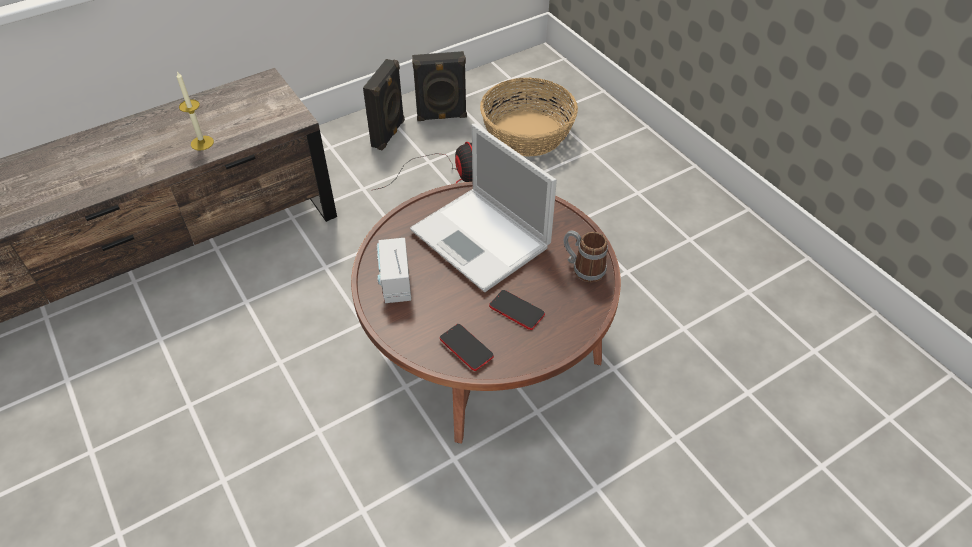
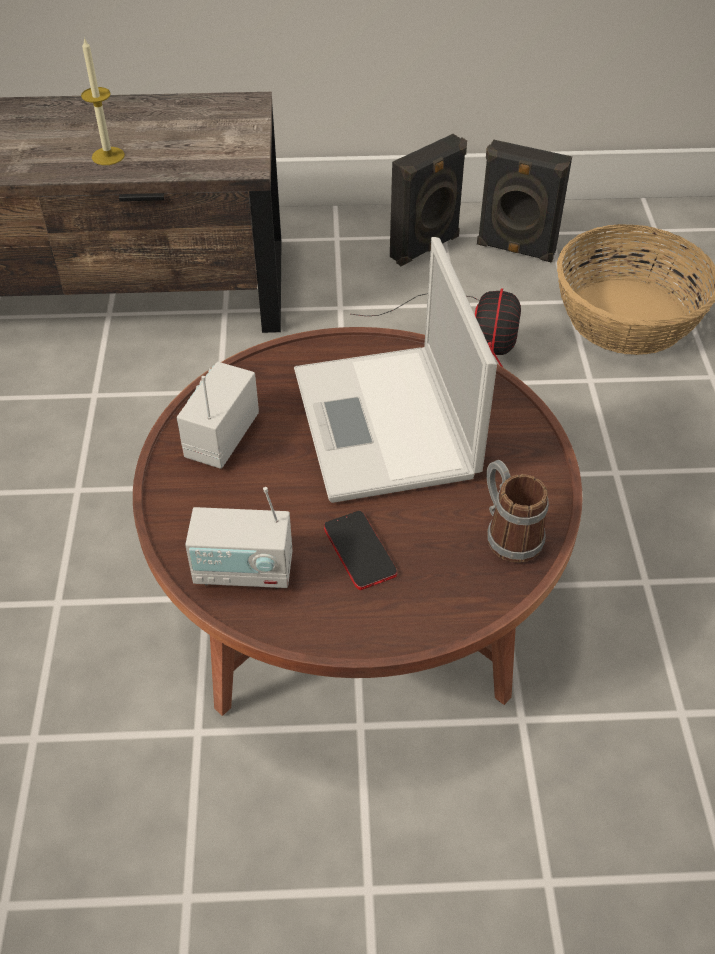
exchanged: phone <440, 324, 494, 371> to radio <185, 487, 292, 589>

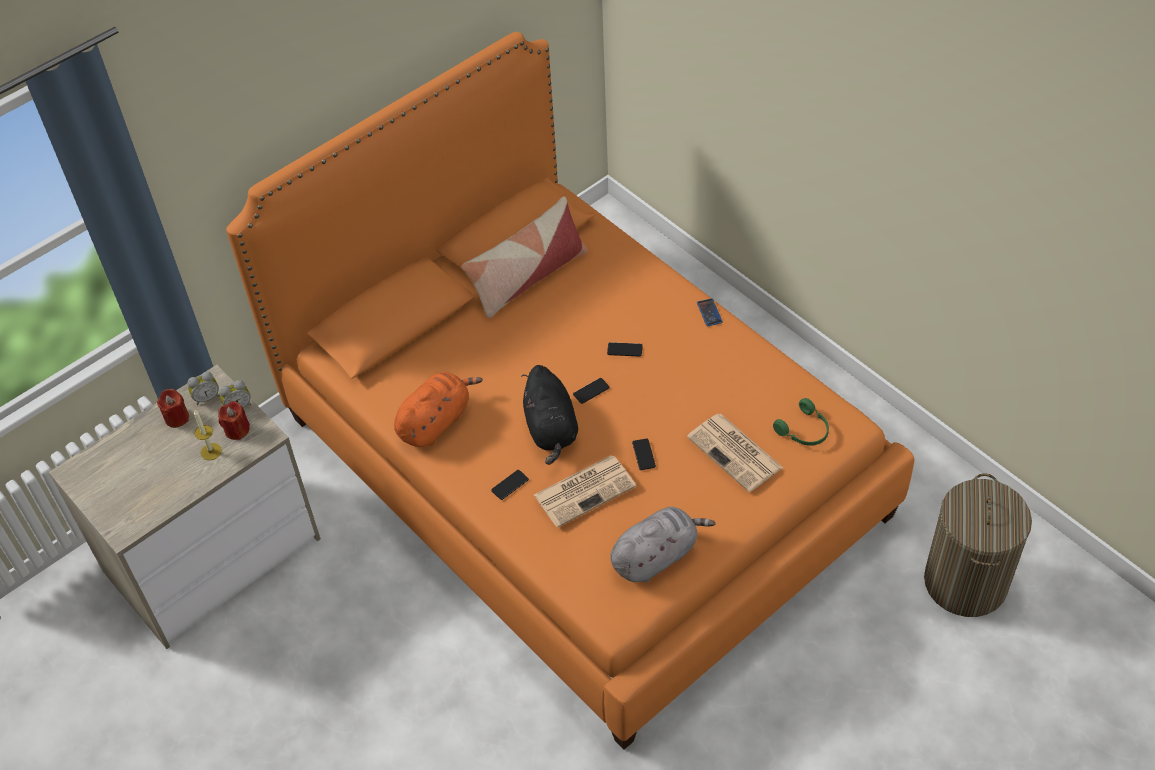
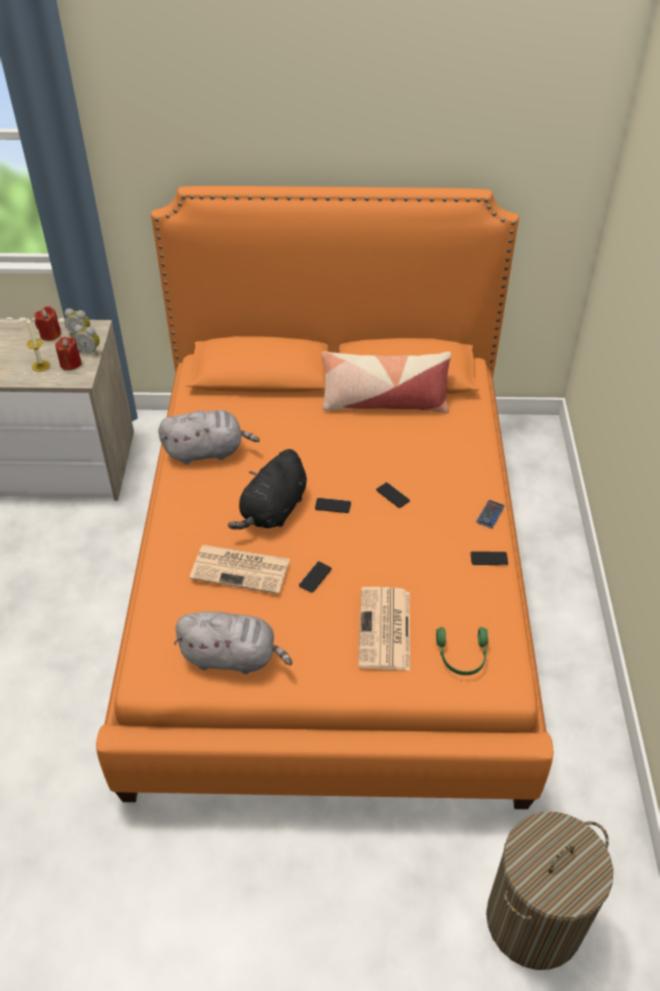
relocated: phone <491, 470, 529, 500> to <471, 551, 508, 565>
colour: orange_plush_toy <394, 372, 483, 447> to grey_plush_toy <158, 410, 260, 465>

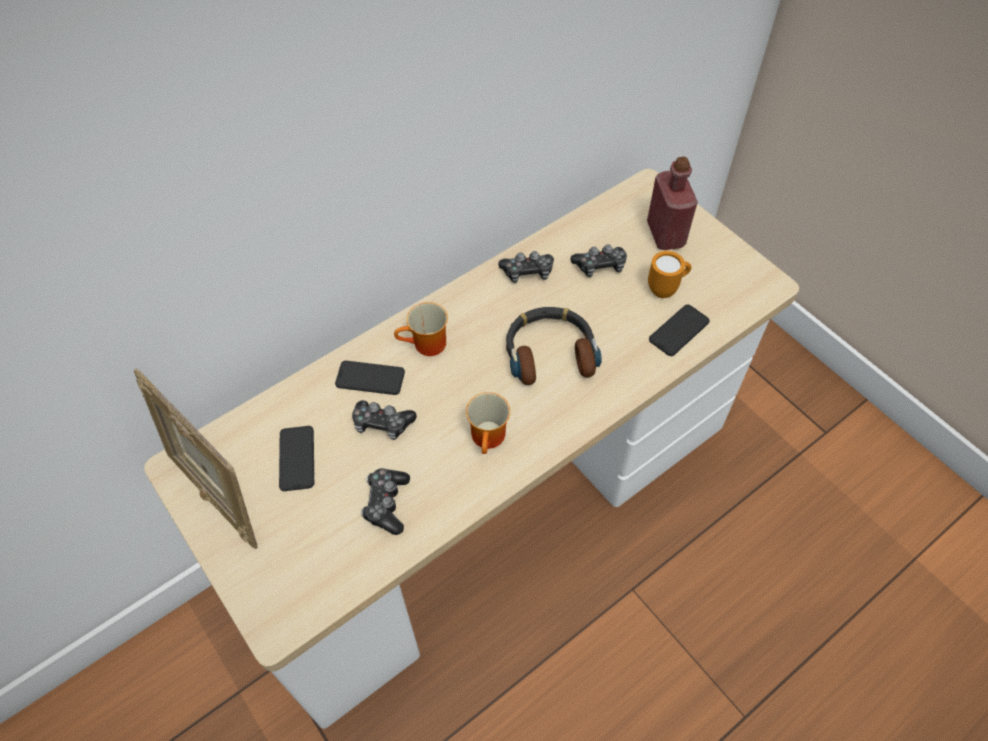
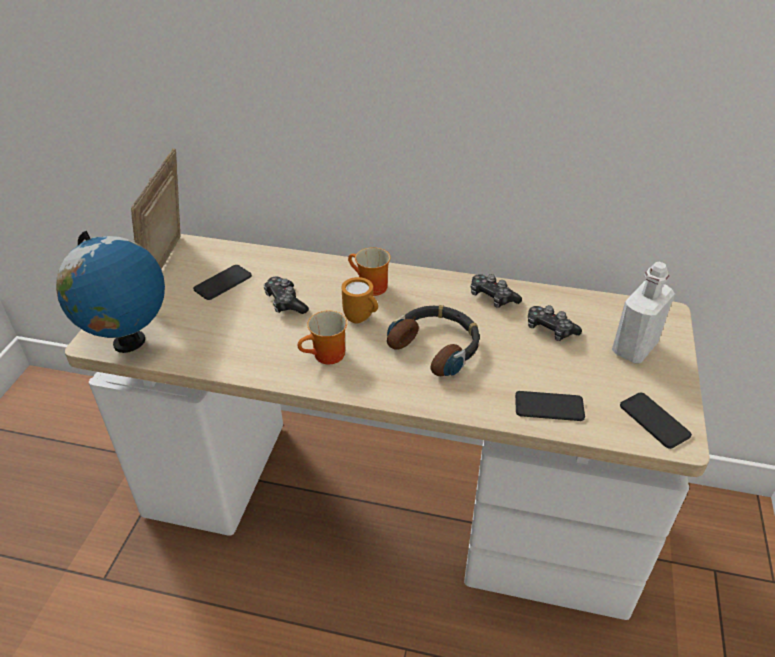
missing: game_controller <361, 468, 410, 535>
appeared: globe <56, 231, 165, 353>
relocated: orange_mug <648, 251, 692, 298> to <342, 277, 378, 324>; phone <335, 361, 405, 395> to <620, 392, 692, 449>
colour: red_bottle <647, 156, 698, 250> to white_bottle <612, 262, 675, 363>

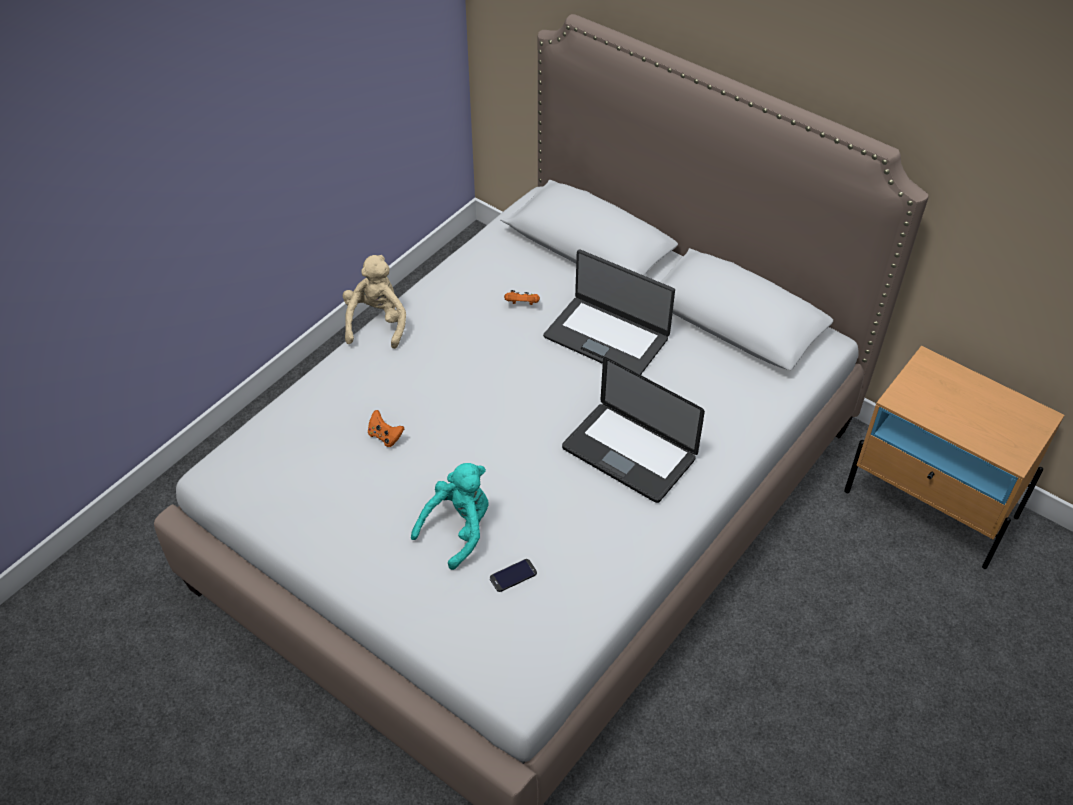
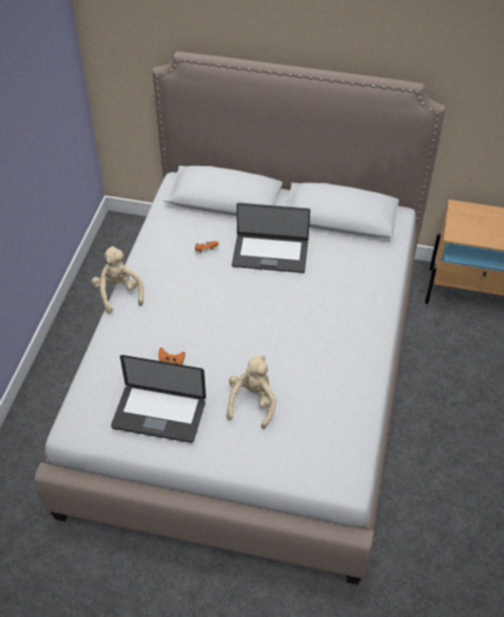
missing: phone <490, 559, 537, 592>
relocated: laptop <562, 357, 705, 503> to <111, 355, 206, 443>
colour: turquoise_plush_toy <411, 463, 489, 570> to beige_plush_toy <226, 355, 276, 429>

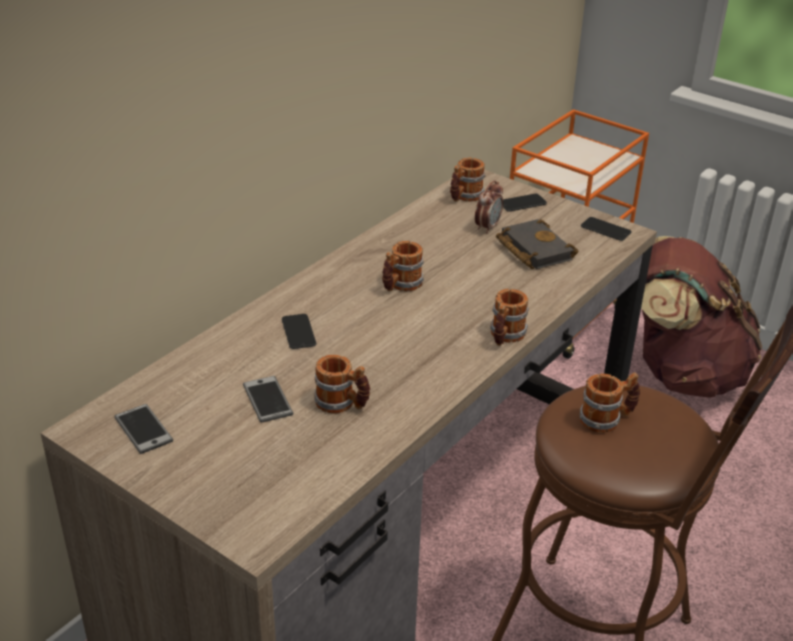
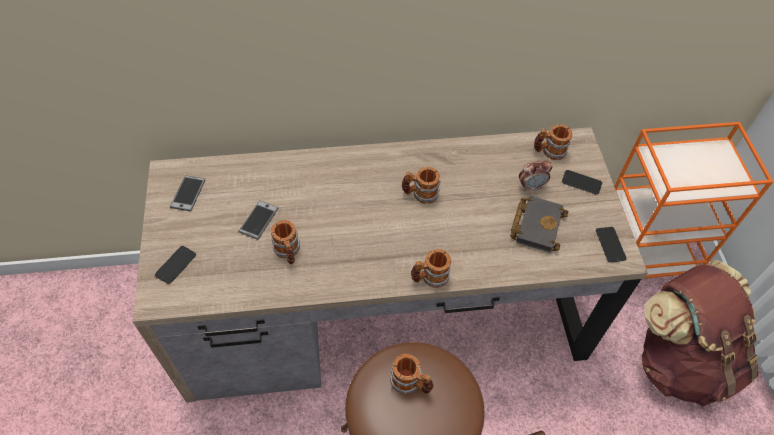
relocated: phone <282, 314, 316, 349> to <155, 246, 196, 284>

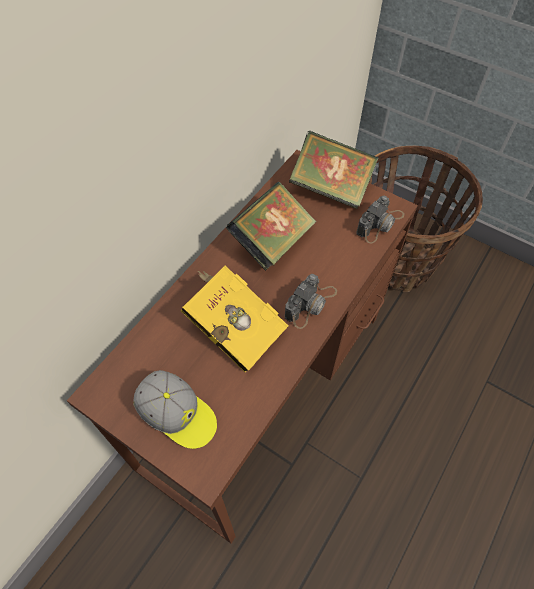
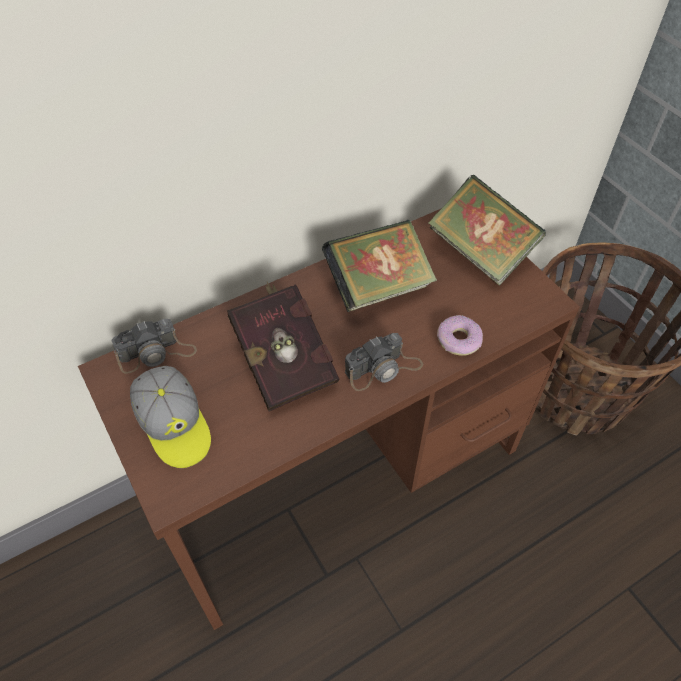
appeared: donut <437, 315, 483, 356>
relocated: photo_camera <357, 196, 404, 244> to <112, 319, 197, 374>
colour: yellow_book <181, 265, 288, 372> to red_book <227, 282, 340, 411>

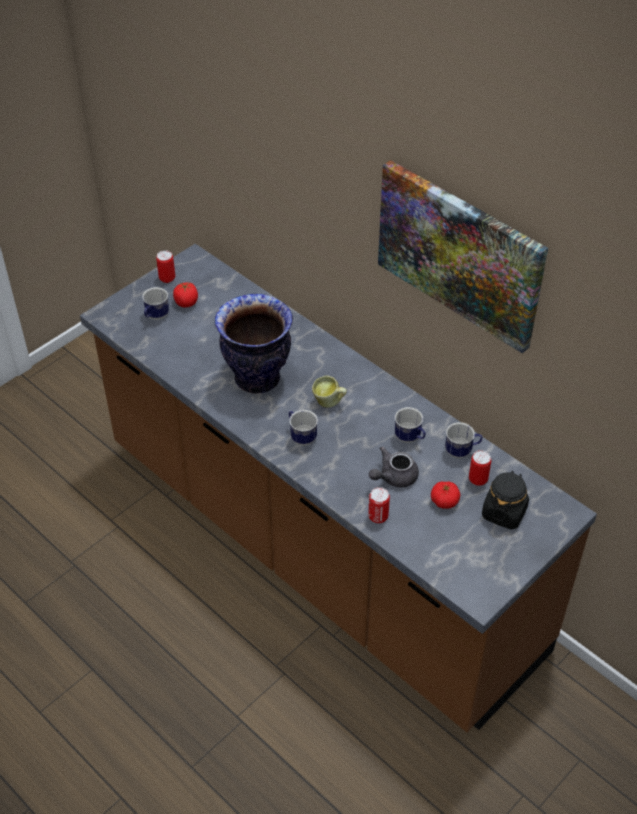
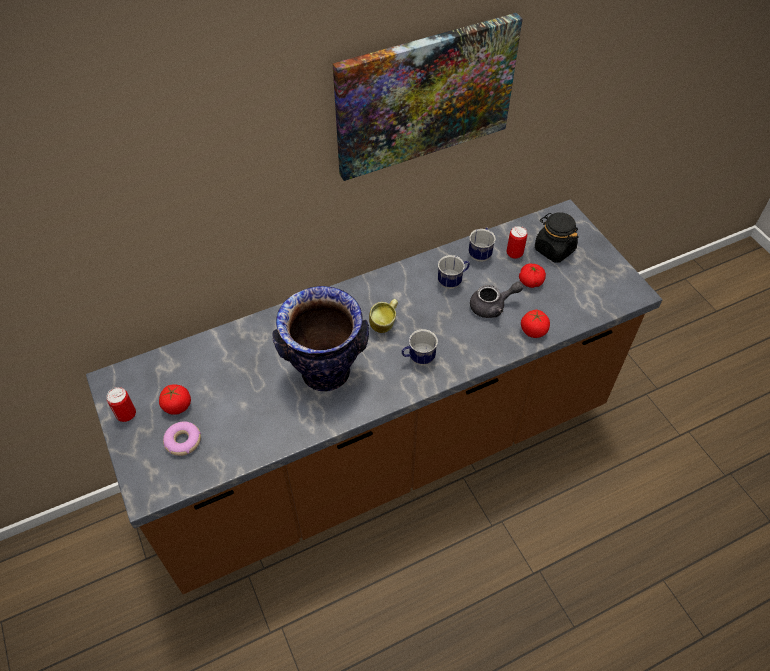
exchanged: mug <142, 287, 169, 320> to donut <163, 421, 201, 456>; can <368, 487, 390, 523> to tomato <521, 310, 550, 338>
spun: grey_teapot <369, 447, 419, 487> = <470, 281, 524, 318> 90 degrees counterclockwise

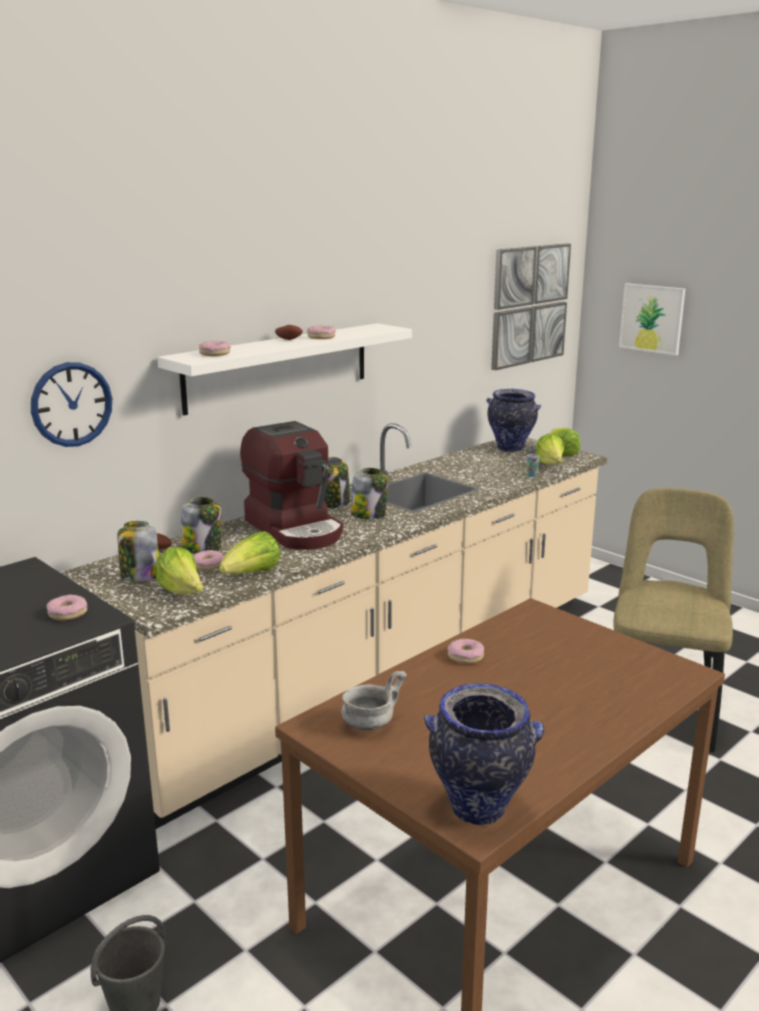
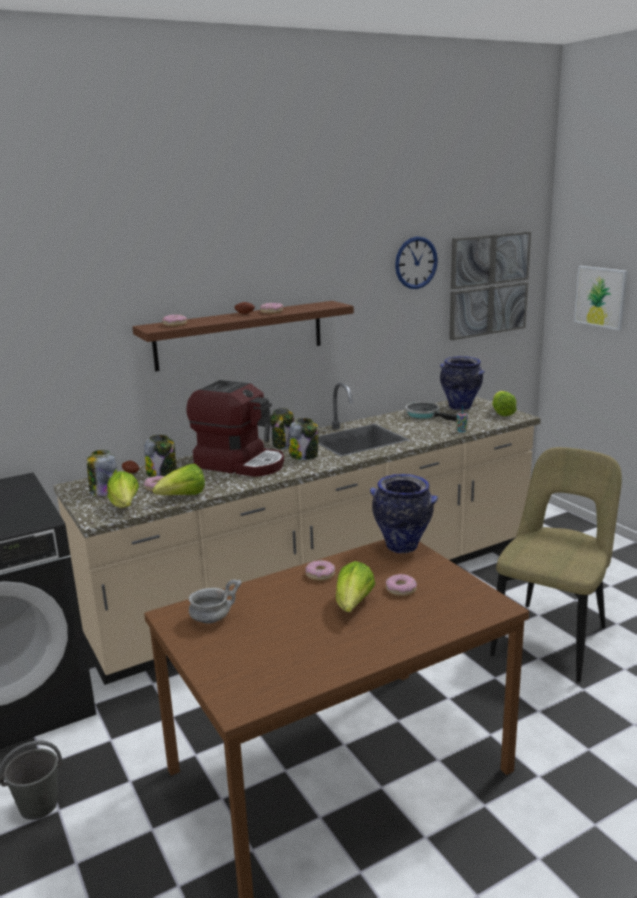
appeared: frying_pan <405, 402, 457, 422>
relocated: lettuce <535, 433, 564, 465> to <336, 561, 375, 612>; vase <424, 683, 544, 825> to <370, 474, 438, 553>; donut <47, 594, 87, 621> to <385, 574, 417, 596>; wall_clock <31, 362, 112, 447> to <395, 236, 438, 289>
colour: white_shelf <157, 323, 412, 415> to brown_shelf <132, 301, 354, 371>
spun: coffee_machine <240, 421, 343, 550> = <186, 380, 284, 477> 45 degrees counterclockwise

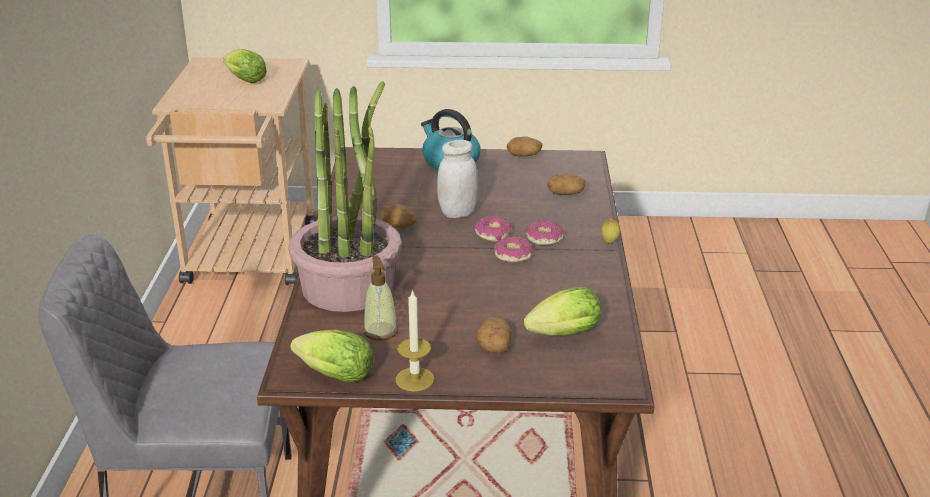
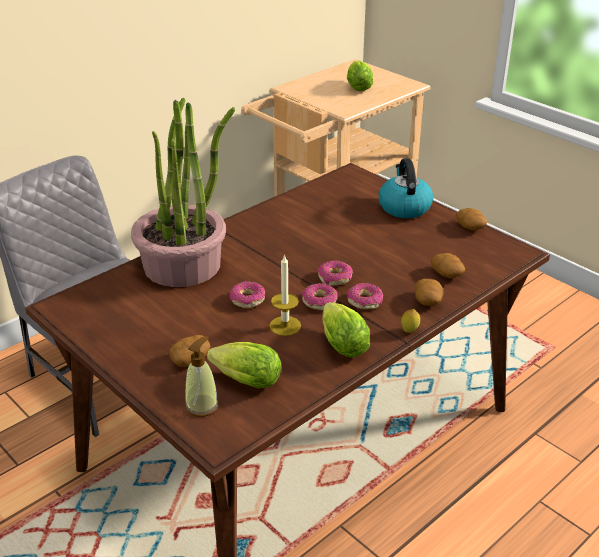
missing: white_jar <437, 140, 478, 218>
appeared: donut <230, 281, 265, 308>
relocated: soap_dispenser <363, 256, 398, 341> to <185, 336, 219, 417>; candle <395, 289, 435, 392> to <269, 254, 301, 336>; lettuce <291, 330, 374, 383> to <322, 302, 370, 358>; potato <380, 204, 417, 229> to <415, 279, 443, 306>

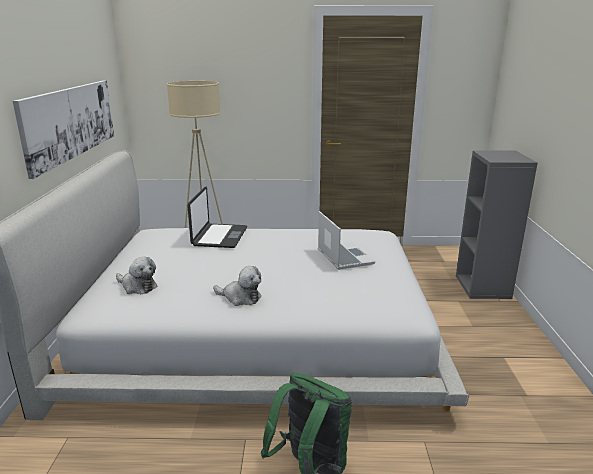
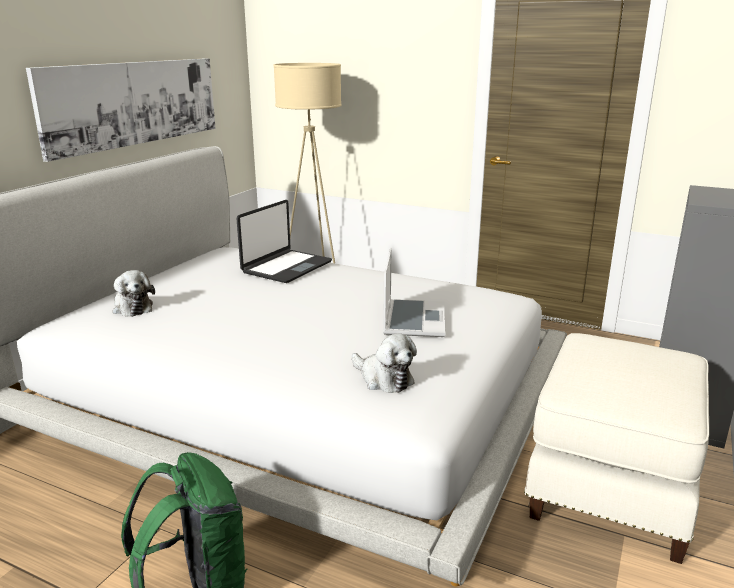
appeared: white_ottoman <524, 333, 709, 564>
relocated: plush_toy <213, 266, 261, 306> to <352, 333, 417, 393>

